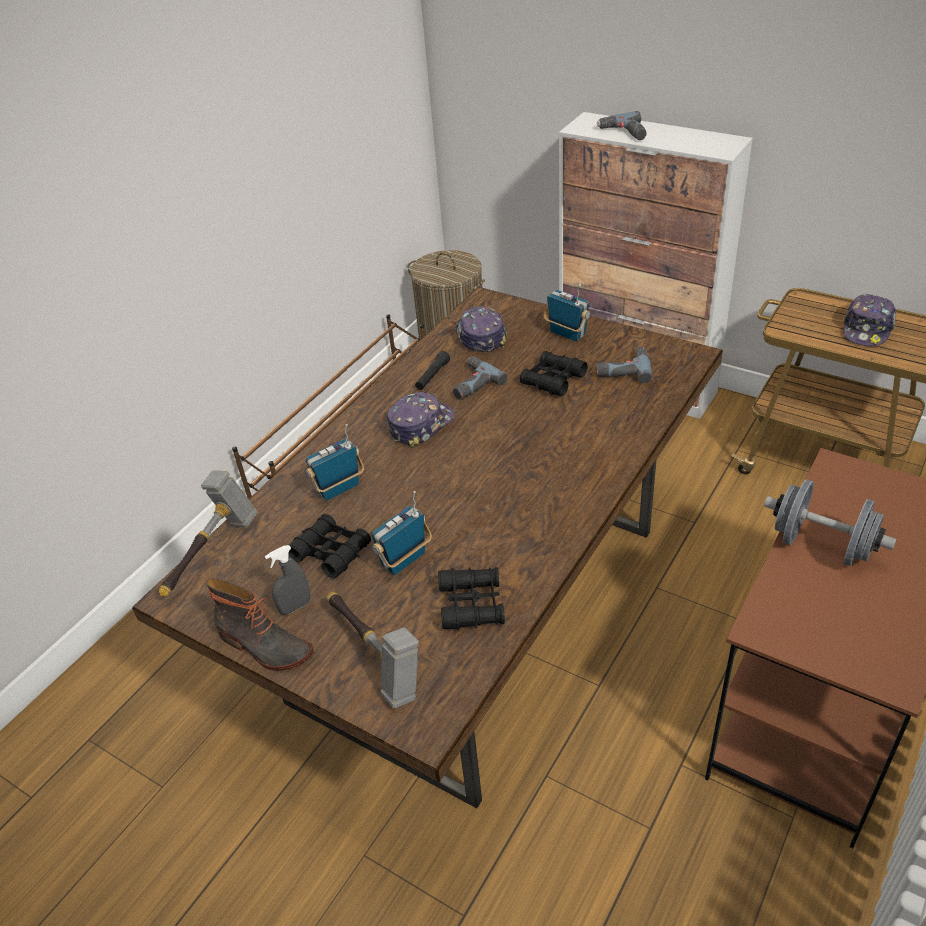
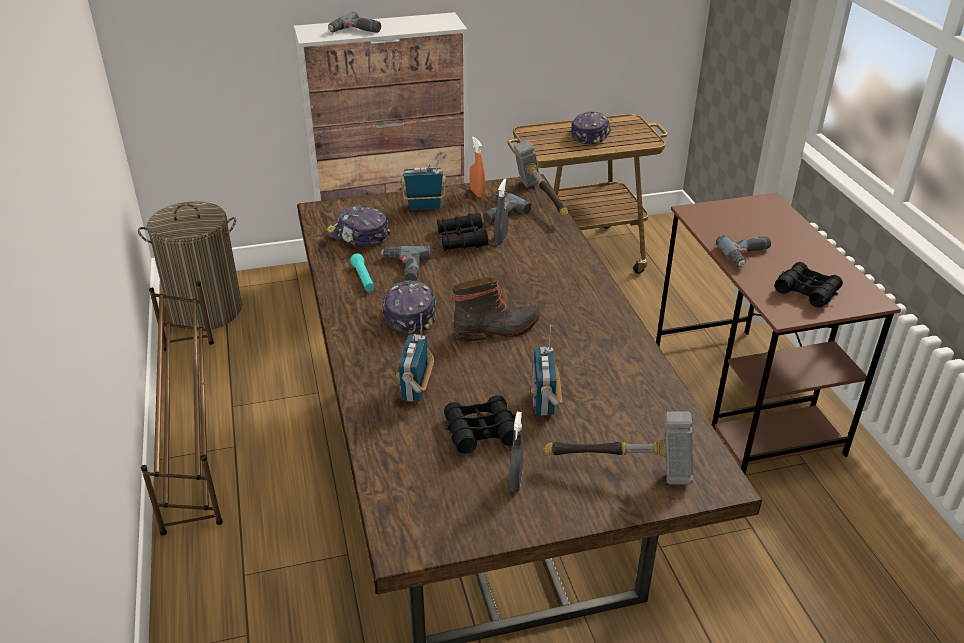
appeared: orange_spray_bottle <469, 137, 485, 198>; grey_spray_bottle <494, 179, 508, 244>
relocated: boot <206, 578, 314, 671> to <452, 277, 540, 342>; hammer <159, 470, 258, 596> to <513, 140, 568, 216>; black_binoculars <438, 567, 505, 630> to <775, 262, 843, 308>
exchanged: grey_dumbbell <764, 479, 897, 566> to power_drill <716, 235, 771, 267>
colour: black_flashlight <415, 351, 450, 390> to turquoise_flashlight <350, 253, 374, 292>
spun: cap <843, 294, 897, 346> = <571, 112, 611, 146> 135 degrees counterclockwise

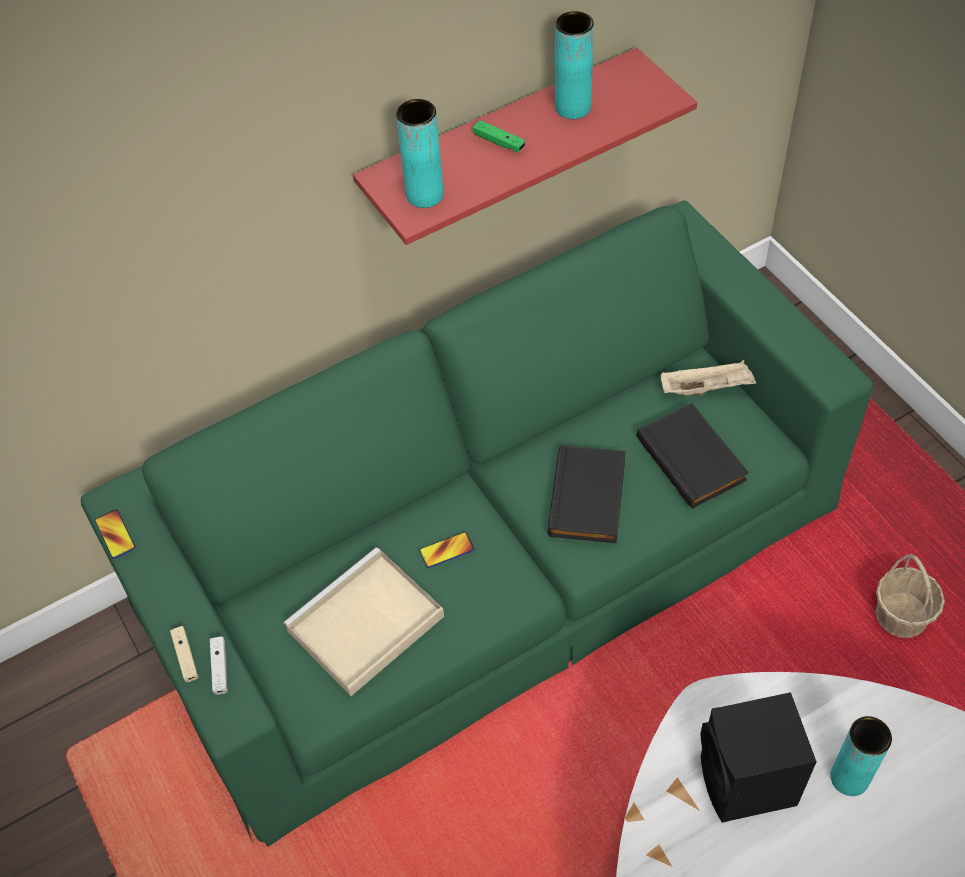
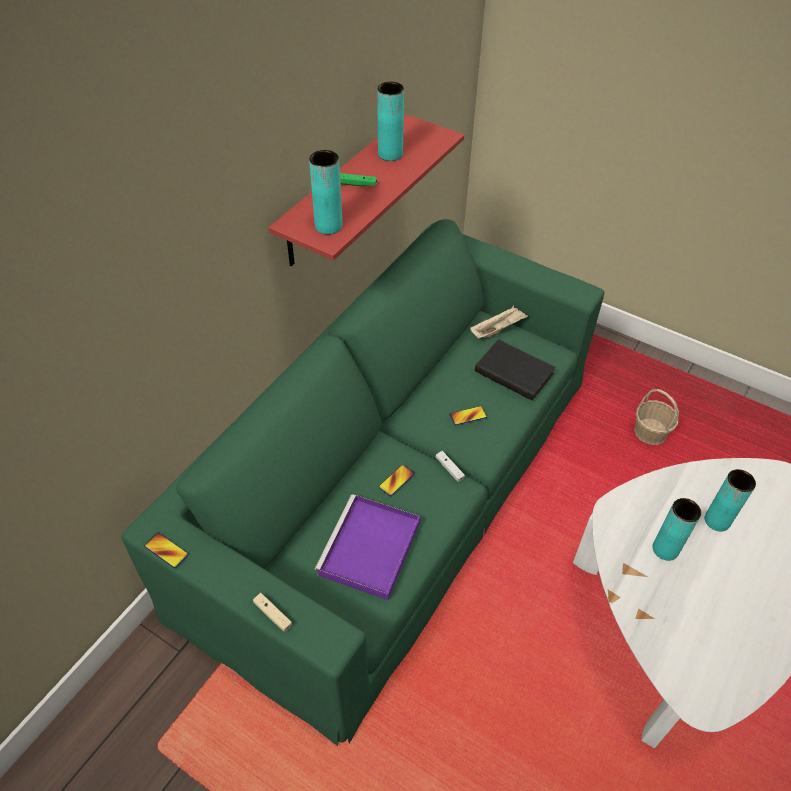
relocated: white_game_controller <210, 636, 228, 695> to <436, 451, 465, 482>
exchanged: black_book <548, 445, 626, 543> to phone <450, 406, 487, 426>; black_speaker <701, 692, 817, 823> to turquoise_vase <653, 498, 701, 561>
colour: beige_tray <284, 547, 444, 696> to purple_tray <315, 494, 420, 600>

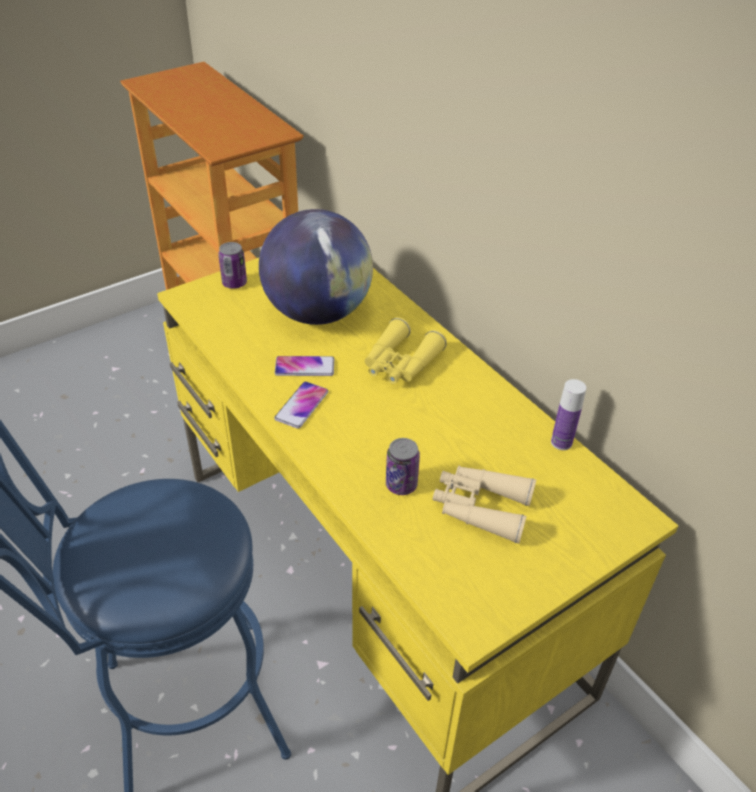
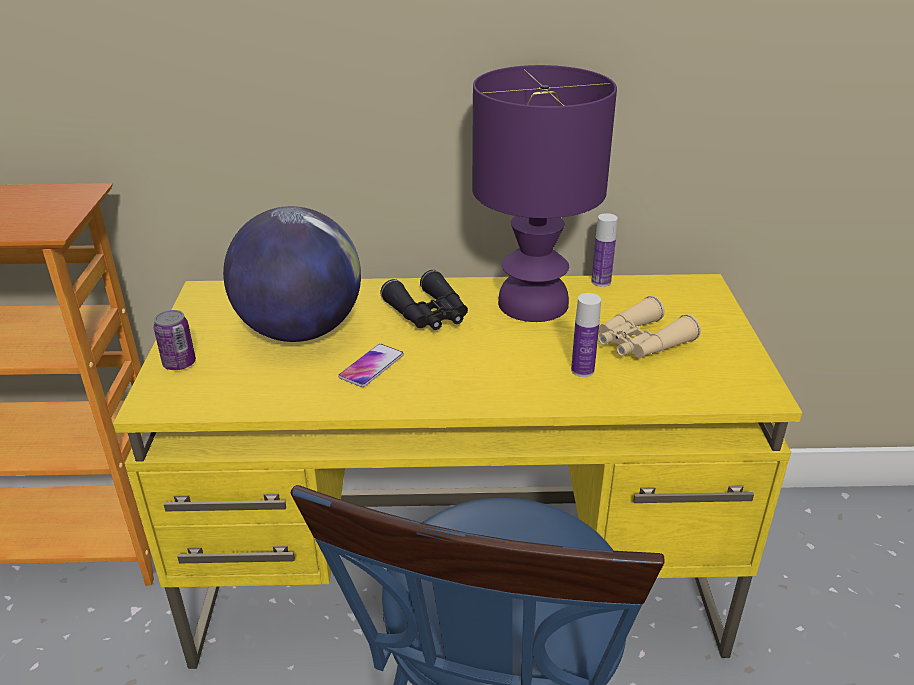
missing: phone <274, 381, 328, 429>
appeared: purple_table_lamp <472, 65, 617, 322>
exchanged: can <386, 438, 420, 495> to bottle <571, 293, 601, 377>
colour: yellow_binoculars <365, 317, 447, 384> to black_binoculars <380, 270, 468, 330>

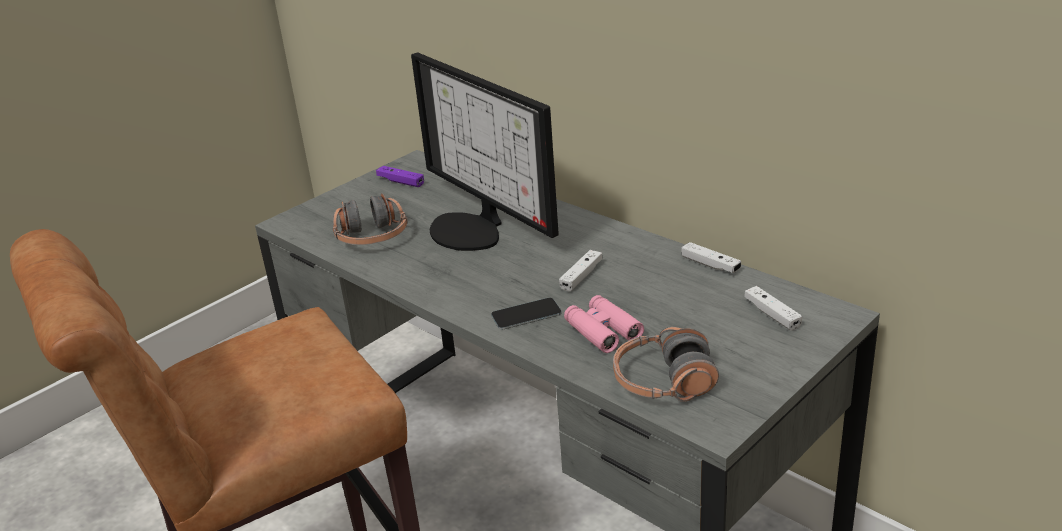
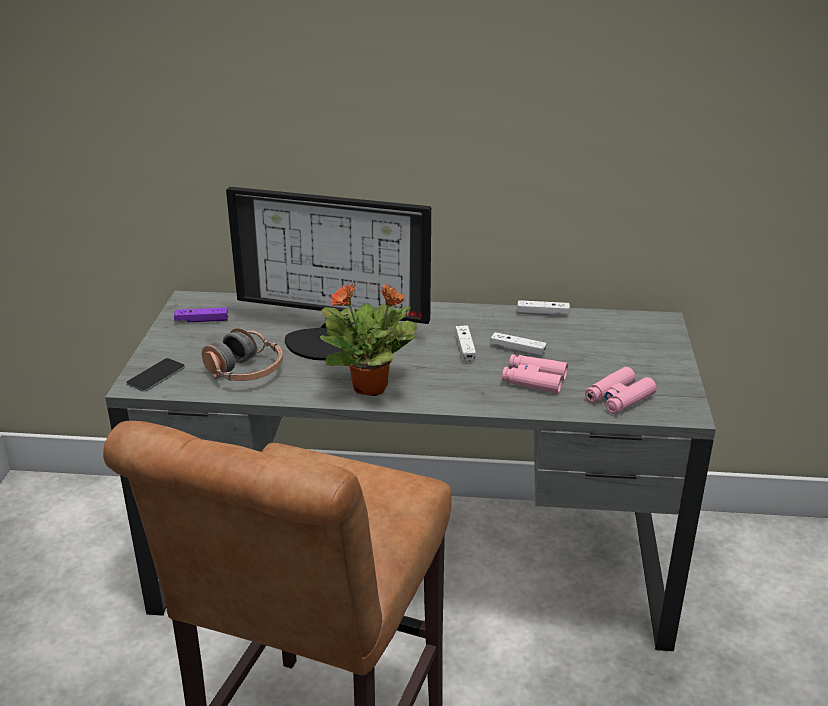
appeared: potted_plant <320, 283, 417, 396>
relocated: phone <491, 298, 562, 329> to <126, 358, 185, 392>; white_game_controller <744, 286, 802, 331> to <491, 332, 547, 357>
exchanged: headphones <613, 327, 719, 402> to pink_binoculars <585, 367, 657, 414>

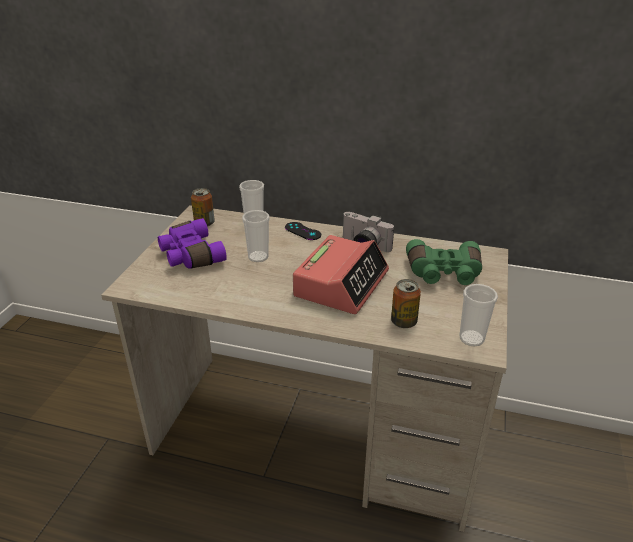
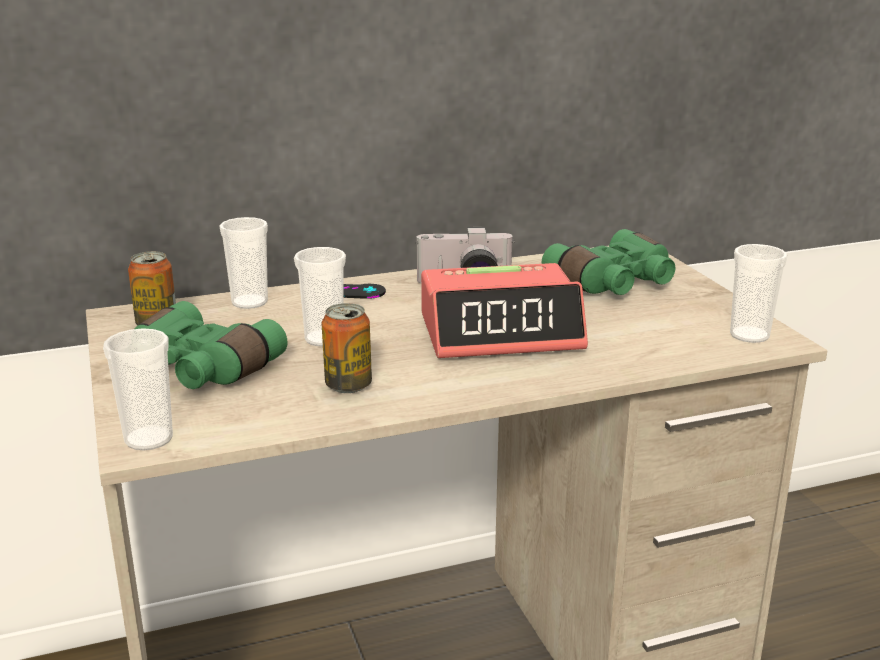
appeared: cup <103, 328, 173, 450>
relocated: can <391, 279, 421, 328> to <321, 303, 372, 393>
colour: purple_binoculars <158, 218, 227, 269> to green_binoculars <134, 301, 287, 389>
spun: alarm_clock <293, 235, 389, 314> = <421, 263, 588, 358> 90 degrees clockwise

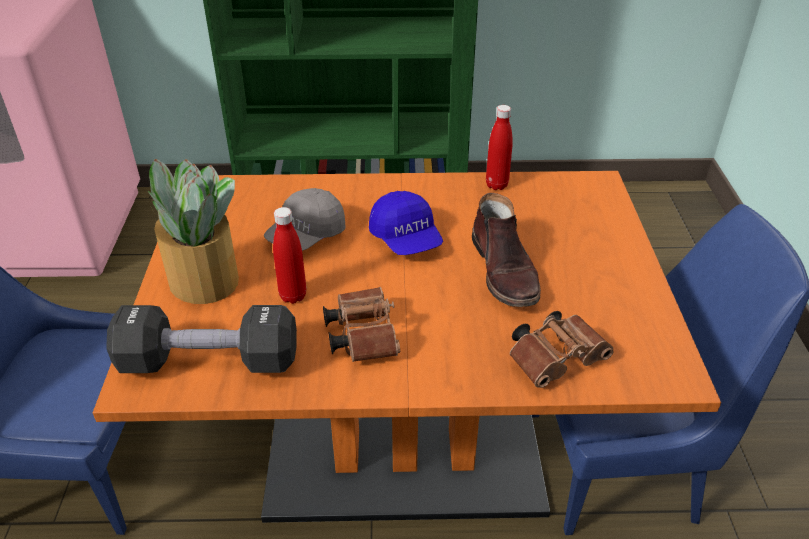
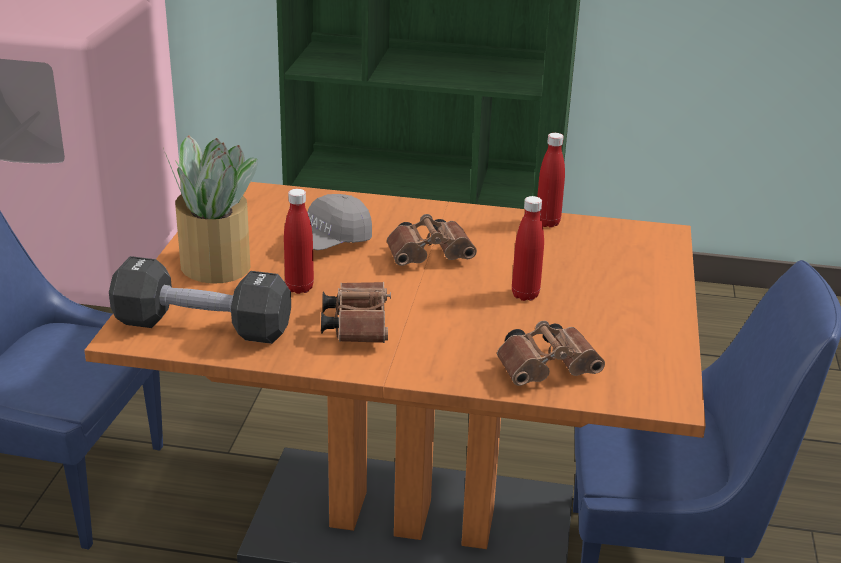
exchanged: blue_cap <369, 191, 443, 255> to brown_binoculars <387, 214, 477, 266>; brown_boot <472, 193, 541, 307> to red_bottle <512, 196, 544, 301>

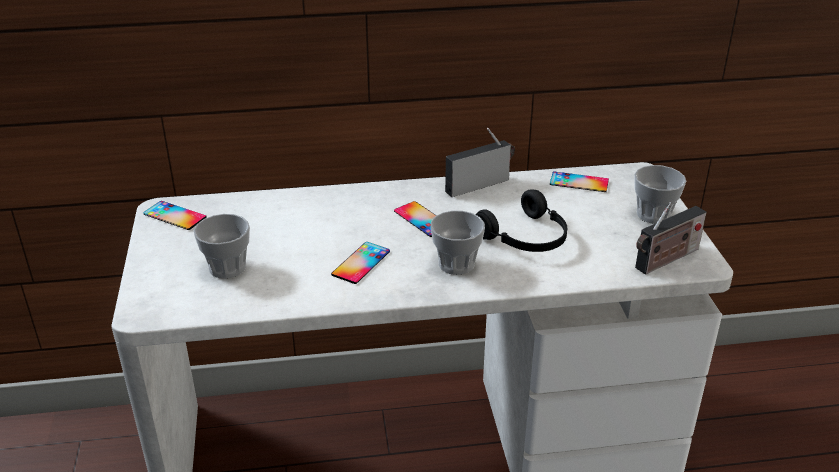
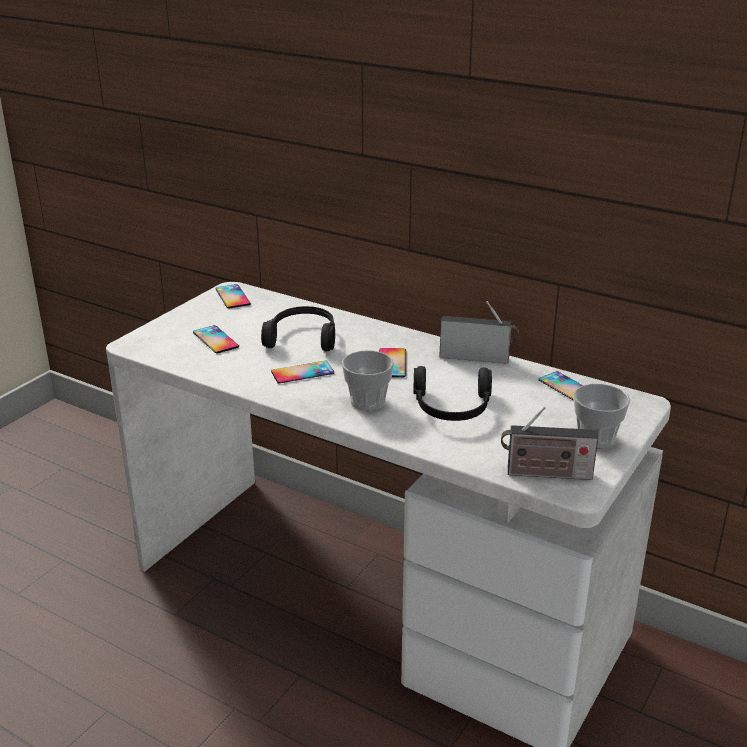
appeared: black_headphones <261, 306, 335, 351>
exchanged: cup <194, 214, 250, 279> to phone <193, 325, 239, 354>

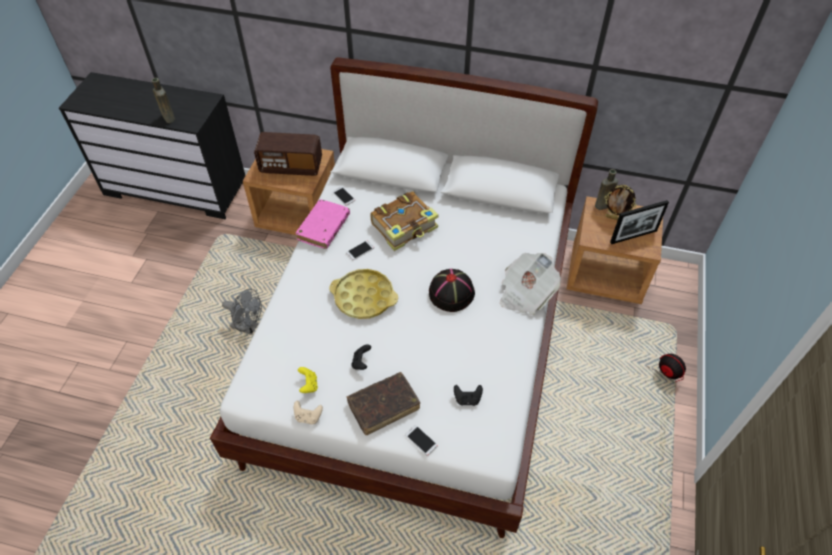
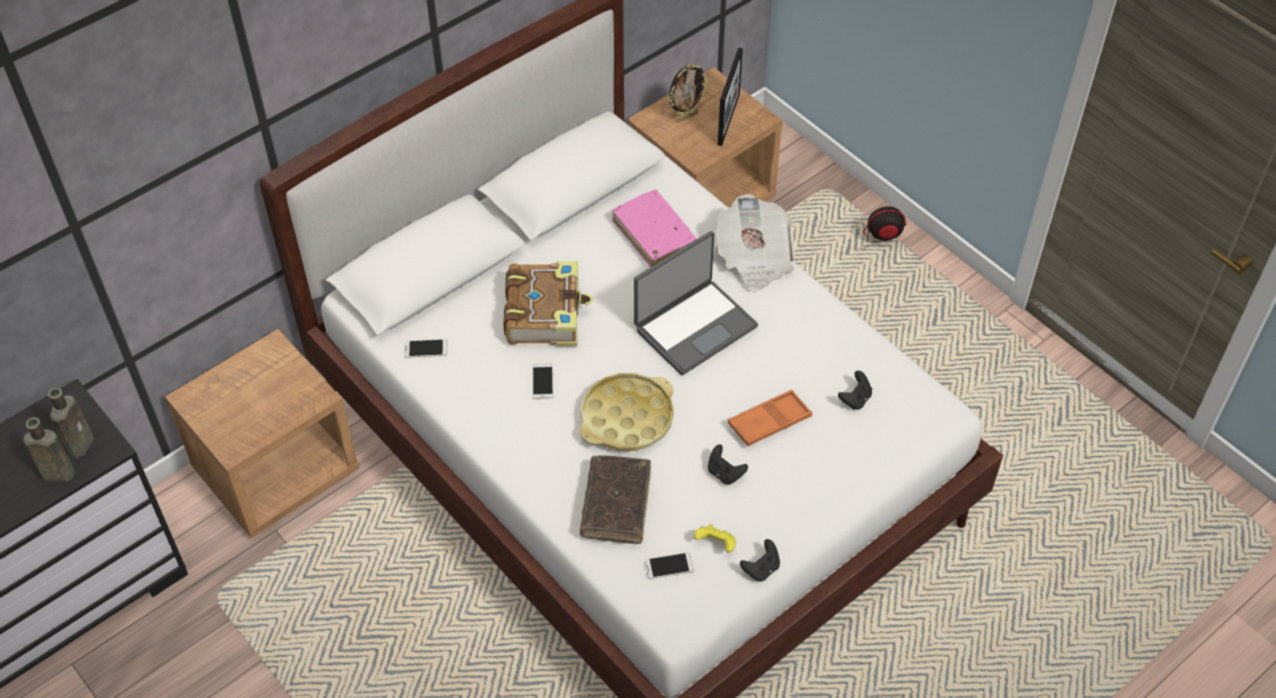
missing: grey_fan <222, 289, 262, 335>; radio <254, 132, 322, 176>
appeared: orange_tray <728, 390, 812, 446>
relocated: brown_bottle <595, 169, 618, 210> to <48, 388, 94, 459>; brown_book <347, 372, 420, 435> to <580, 456, 651, 544>; pink_book <295, 199, 350, 249> to <612, 190, 697, 267>; phone <405, 425, 438, 456> to <645, 552, 694, 579>
exchanged: black_hat <429, 269, 475, 312> to laptop <634, 231, 758, 375>
colour: beige_game_controller <294, 400, 323, 425> to black_game_controller <740, 539, 780, 582>

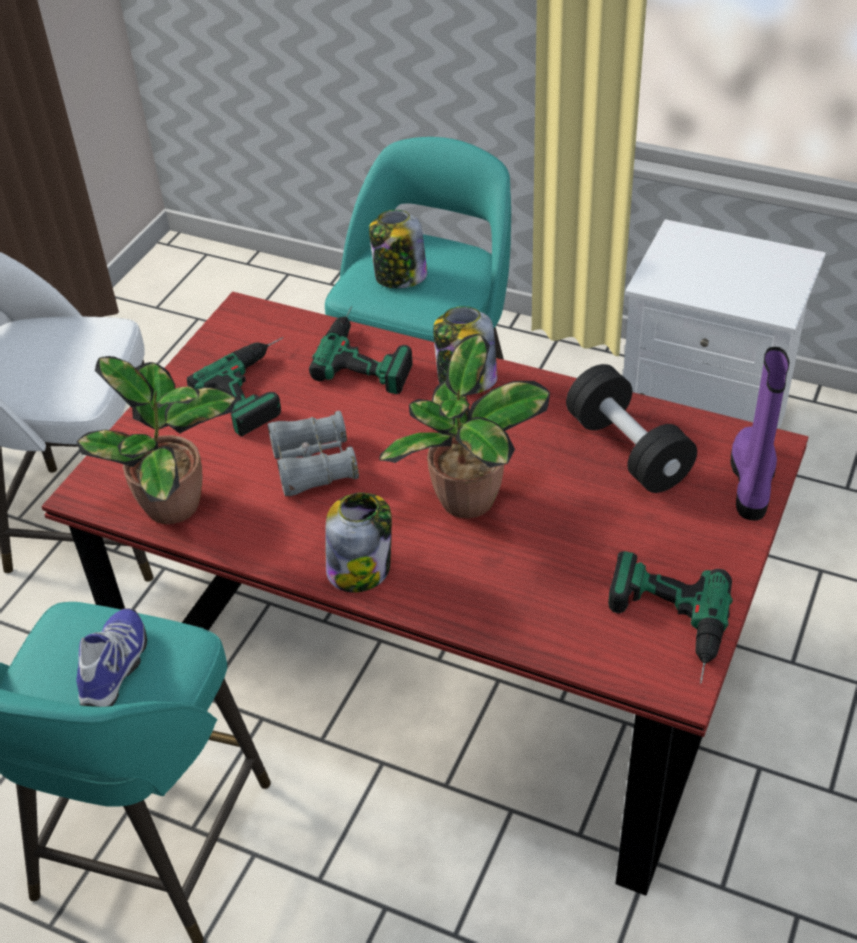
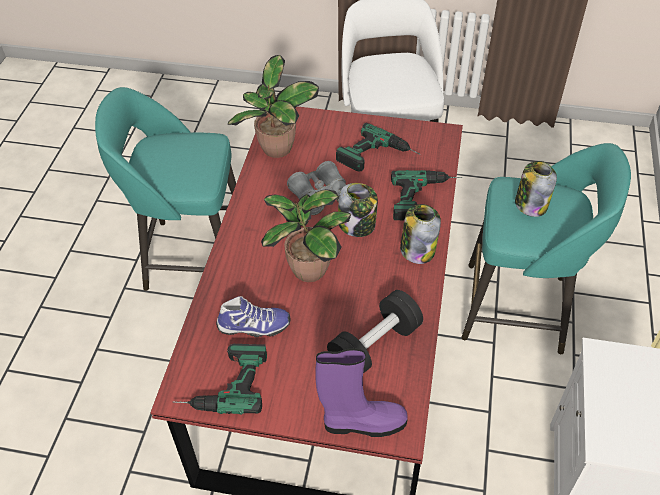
relocated: shoe <76, 608, 147, 707> to <216, 296, 291, 337>; jar <325, 492, 392, 592> to <338, 183, 378, 237>

